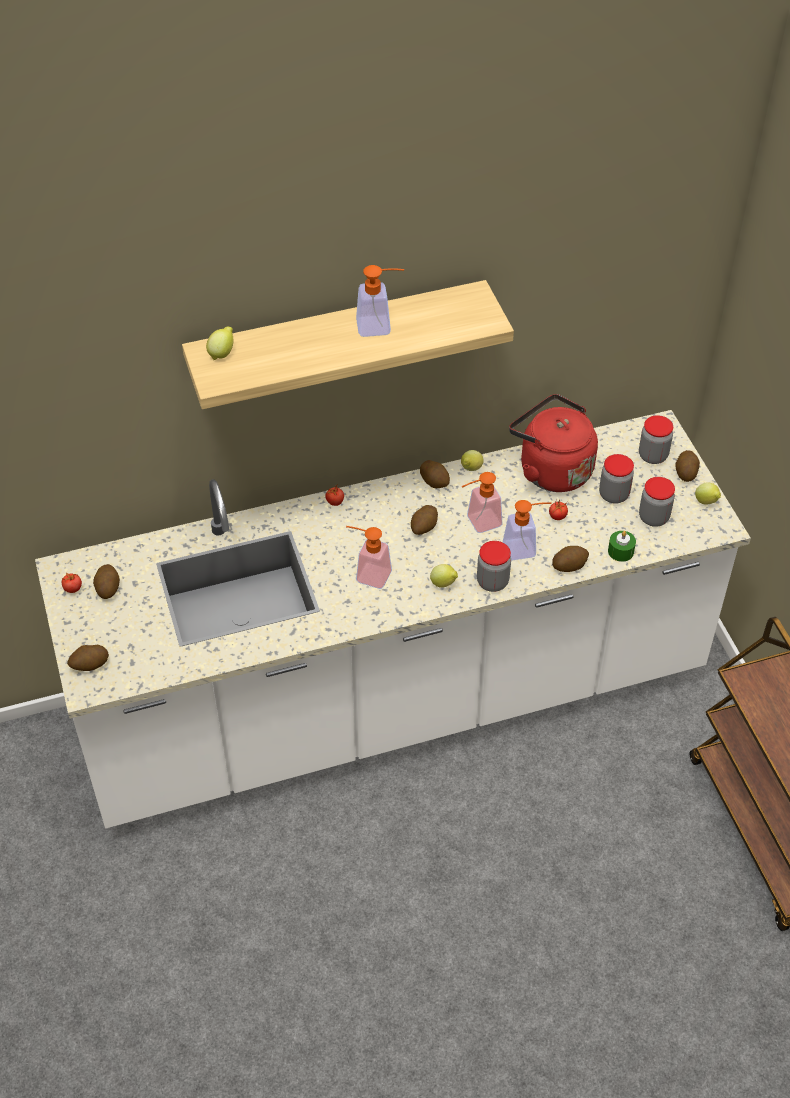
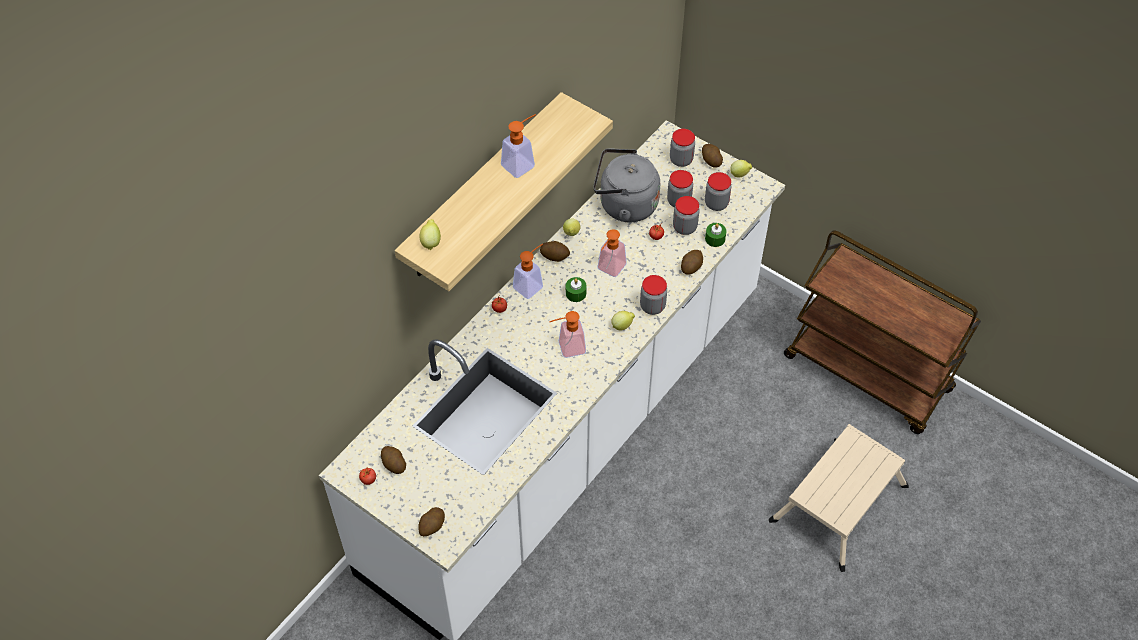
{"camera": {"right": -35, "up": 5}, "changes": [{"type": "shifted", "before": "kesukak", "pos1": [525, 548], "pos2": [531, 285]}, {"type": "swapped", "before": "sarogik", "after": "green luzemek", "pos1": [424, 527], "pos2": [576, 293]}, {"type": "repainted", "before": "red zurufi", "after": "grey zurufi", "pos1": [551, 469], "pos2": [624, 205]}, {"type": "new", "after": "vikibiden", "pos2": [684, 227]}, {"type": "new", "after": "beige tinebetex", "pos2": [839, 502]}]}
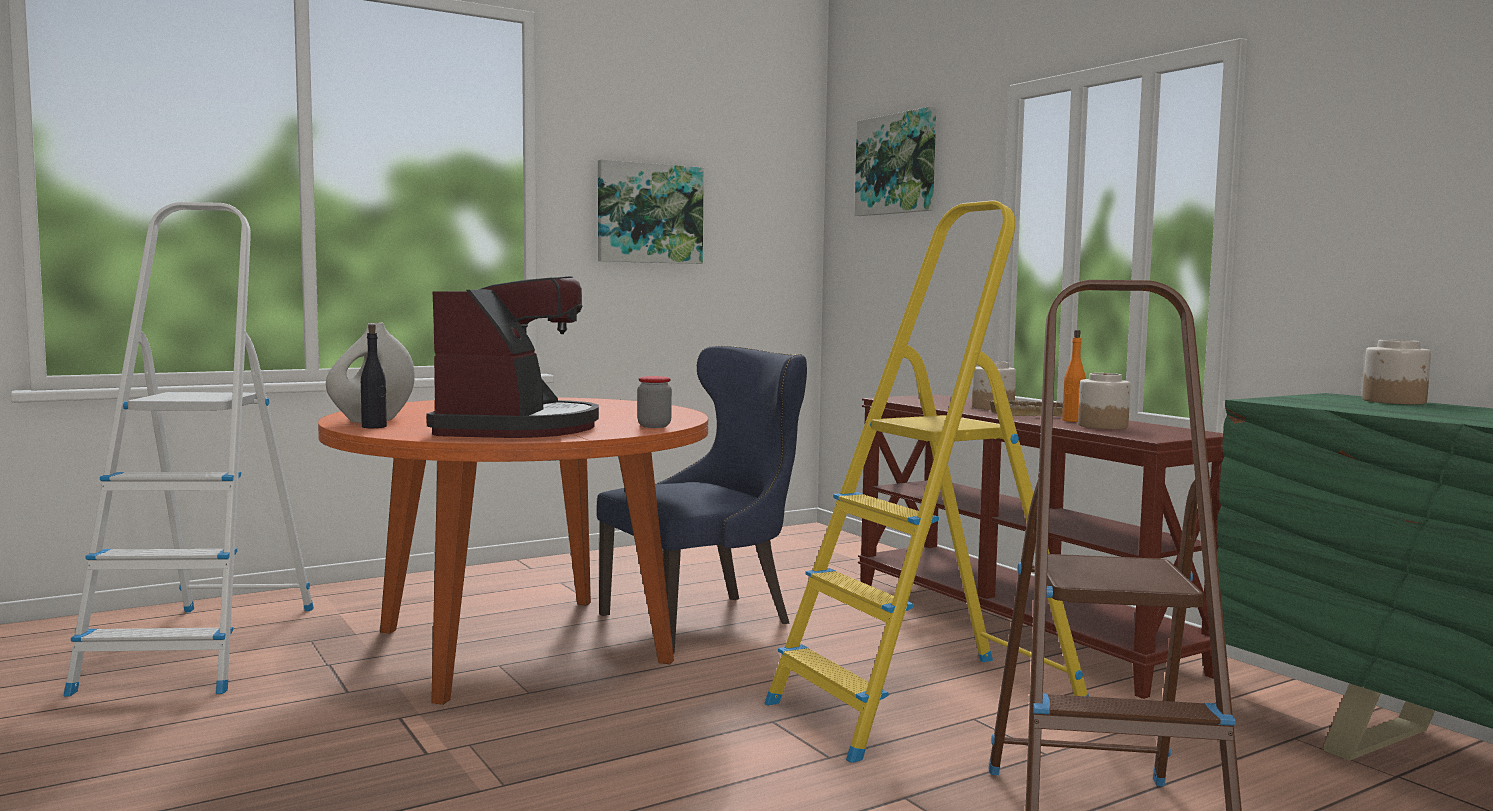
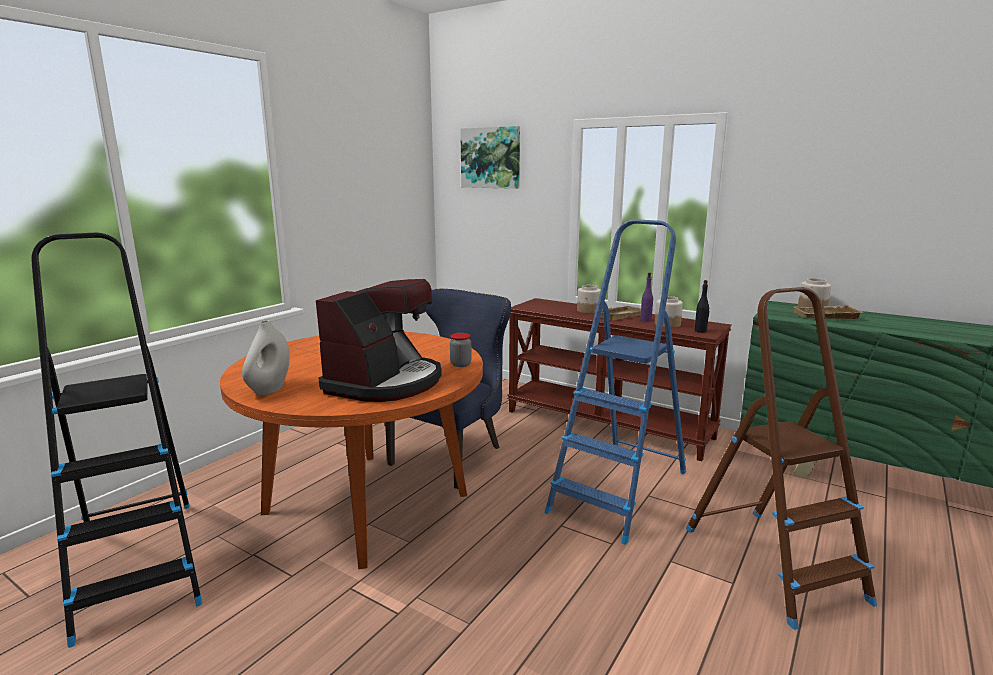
{"camera": {"right": -25, "up": 10}, "changes": [{"type": "repainted", "before": "white tinebetex", "after": "black tinebetex", "pos1": [203, 647], "pos2": [139, 564]}, {"type": "rotated", "before": "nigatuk", "pos1": [517, 428], "pos2": [385, 383], "turn": 45}, {"type": "repainted", "before": "yellow tinebetex", "after": "blue tinebetex", "pos1": [926, 704], "pos2": [619, 491]}, {"type": "repainted", "before": "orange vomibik", "after": "purple vomibik", "pos1": [1072, 420], "pos2": [645, 320]}, {"type": "shifted", "before": "black vomibik", "pos1": [374, 427], "pos2": [700, 331]}, {"type": "new", "after": "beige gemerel", "pos2": [826, 317]}, {"type": "gone", "before": "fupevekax", "pos1": [649, 213]}]}
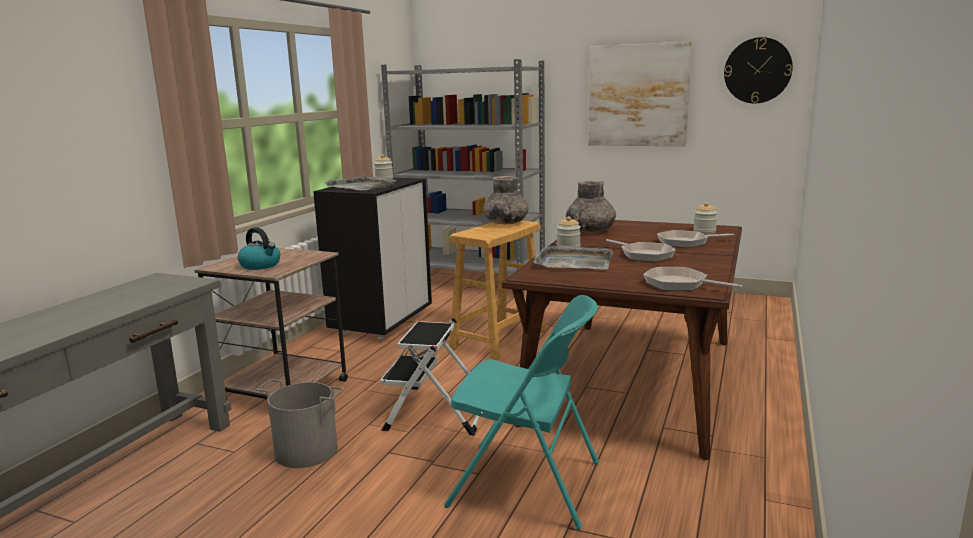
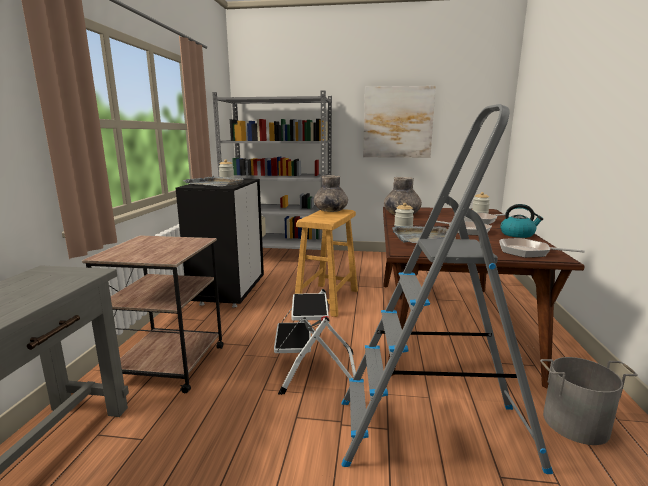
{"camera": {"right": -15, "up": 0}, "changes": [{"type": "swapped", "before": "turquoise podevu", "after": "grey tinebetex", "pos1": [525, 484], "pos2": [433, 434]}, {"type": "shifted", "before": "zurufi", "pos1": [261, 265], "pos2": [518, 234]}, {"type": "shifted", "before": "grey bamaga", "pos1": [306, 451], "pos2": [576, 423]}, {"type": "gone", "before": "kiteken", "pos1": [757, 70]}]}
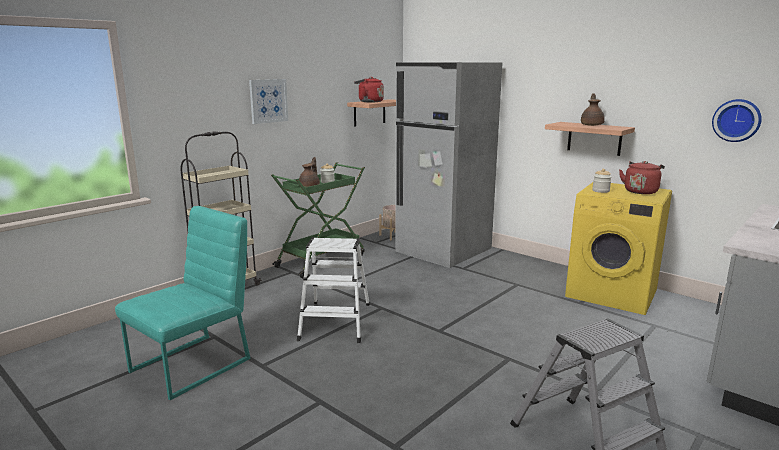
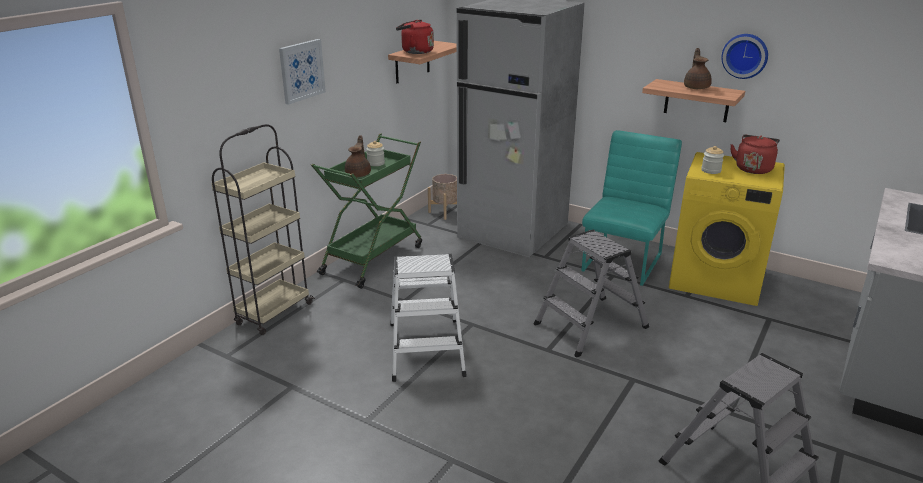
{"camera": {"right": -10, "up": 10}, "changes": [{"type": "new", "after": "grey tinebetex", "pos2": [591, 325]}, {"type": "shifted", "before": "turquoise podevu", "pos1": [194, 364], "pos2": [623, 261]}, {"type": "shifted", "before": "kiteken", "pos1": [737, 120], "pos2": [745, 55]}]}
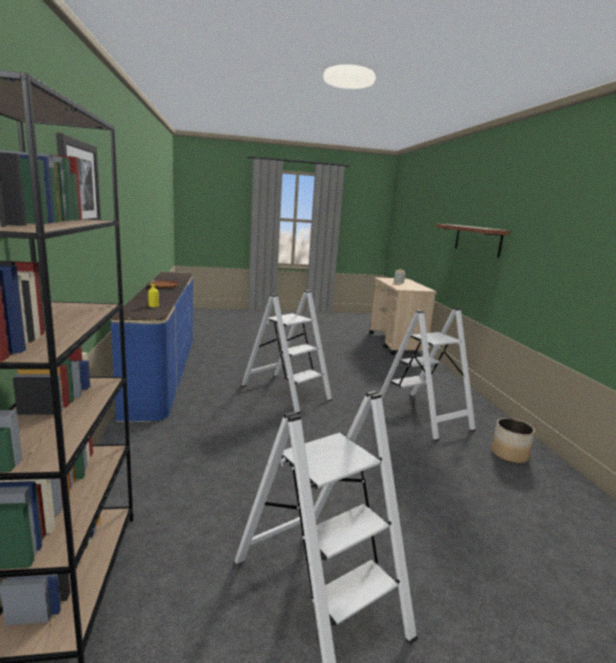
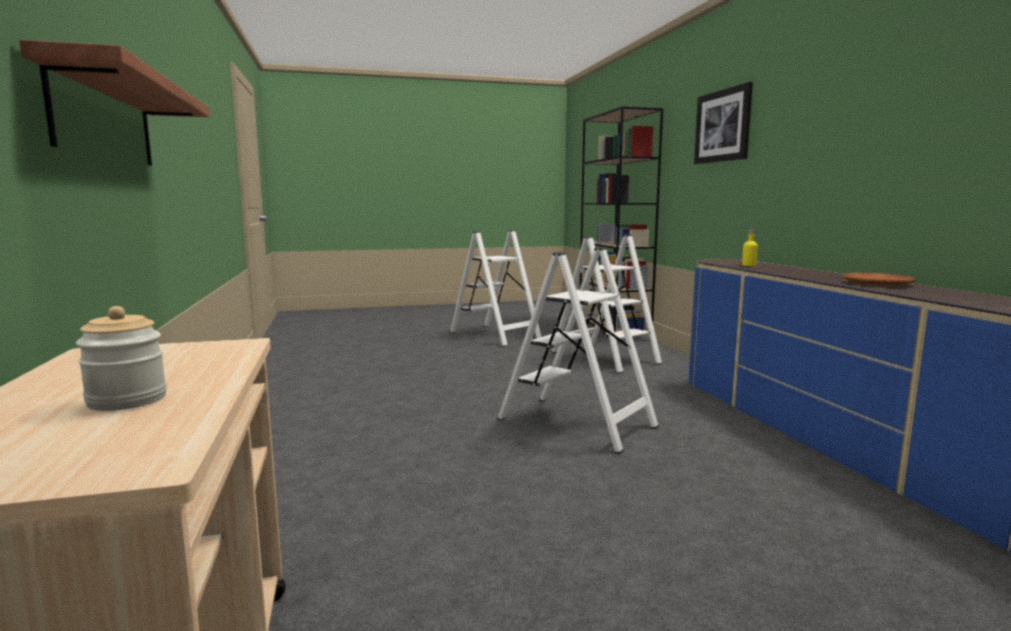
{"camera": {"right": 175, "up": -5}, "changes": [{"type": "shifted", "before": "white tinebetex", "pos1": [423, 416], "pos2": [603, 357]}, {"type": "gone", "before": "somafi", "pos1": [509, 455]}]}
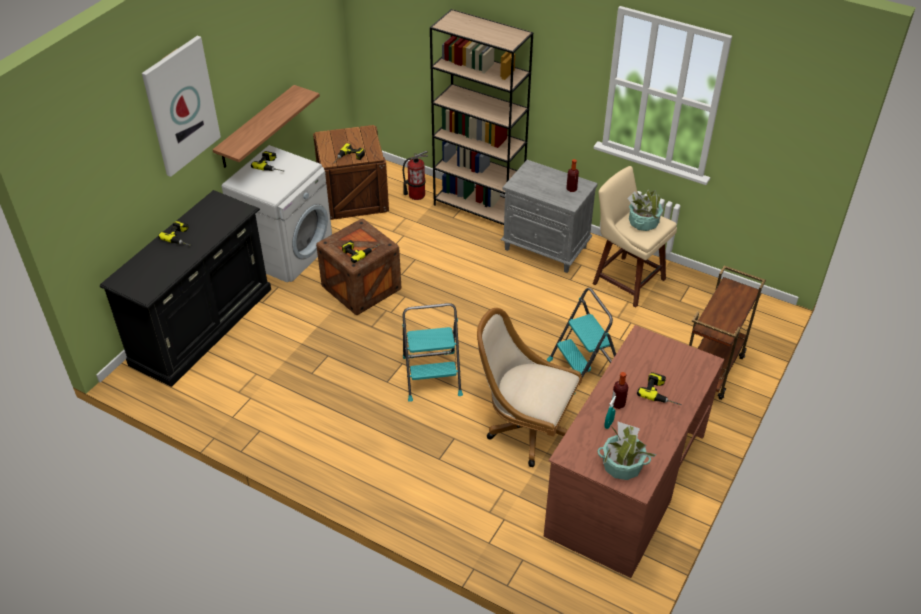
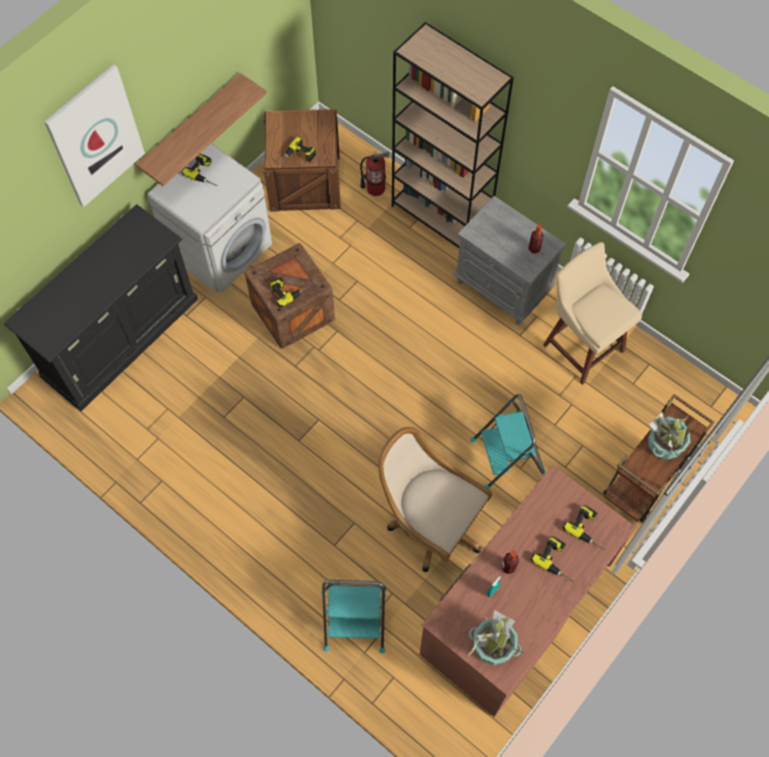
{"camera": {"right": 10, "up": 20}, "changes": [{"type": "shifted", "before": "turquoise tinebetex", "pos1": [432, 373], "pos2": [356, 614]}, {"type": "shifted", "before": "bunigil", "pos1": [182, 237], "pos2": [589, 529]}, {"type": "shifted", "before": "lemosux", "pos1": [643, 222], "pos2": [665, 443]}]}
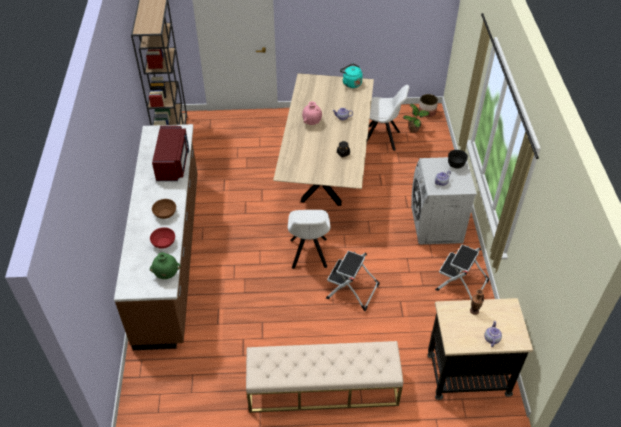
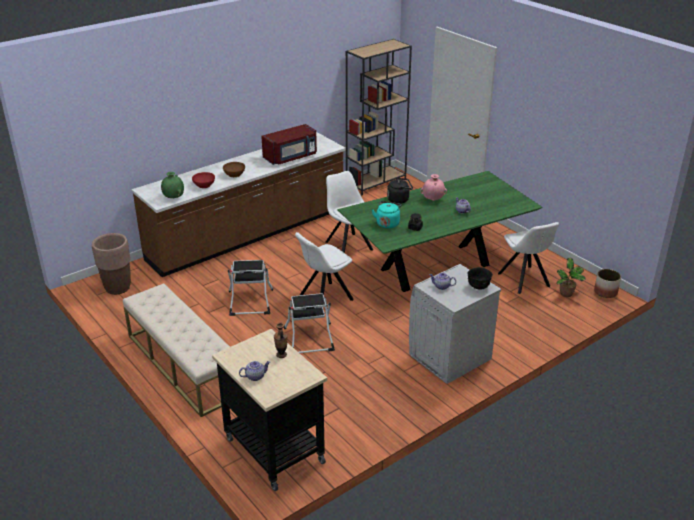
{"camera": {"right": 55, "up": -15}, "changes": [{"type": "new", "after": "brown somafi", "pos2": [117, 288]}, {"type": "shifted", "before": "tinebetex", "pos1": [461, 283], "pos2": [250, 301]}, {"type": "new", "after": "white podevu", "pos2": [348, 246]}, {"type": "repainted", "before": "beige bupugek", "after": "green bupugek", "pos1": [326, 171], "pos2": [436, 267]}, {"type": "shifted", "before": "turquoise zurufi", "pos1": [351, 83], "pos2": [387, 223]}, {"type": "new", "after": "black zurufi", "pos2": [399, 199]}]}
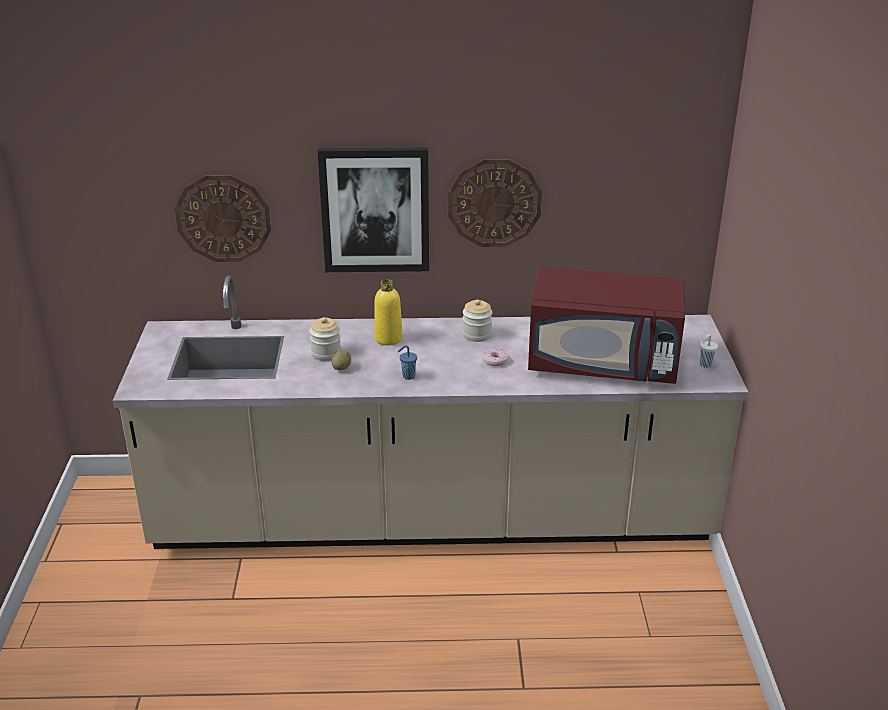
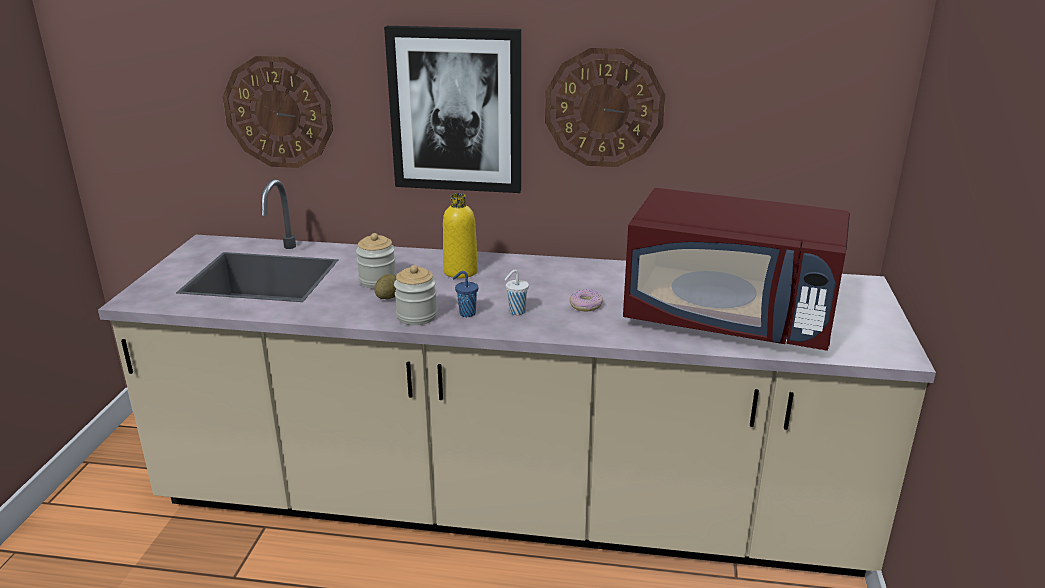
{"camera": {"right": 10, "up": -5}, "changes": [{"type": "shifted", "before": "vikibiden", "pos1": [477, 335], "pos2": [417, 316]}, {"type": "shifted", "before": "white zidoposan", "pos1": [705, 365], "pos2": [516, 312]}]}
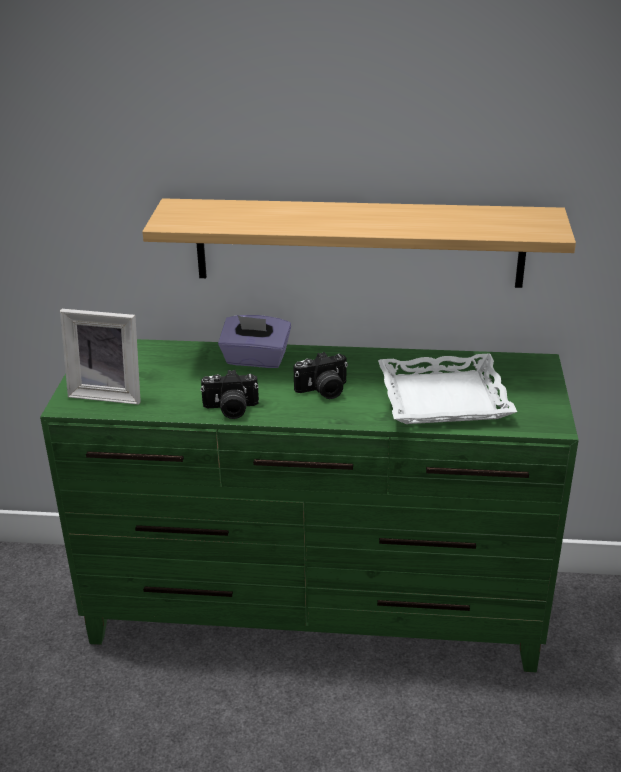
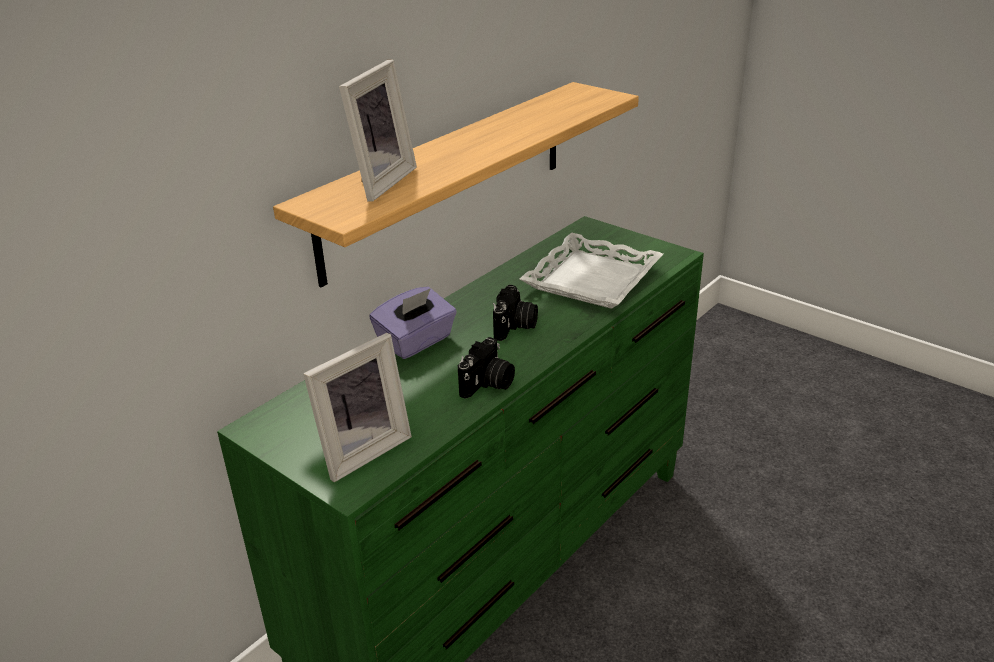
{"camera": {"right": -55, "up": 0}, "changes": [{"type": "new", "after": "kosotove", "pos2": [378, 182]}]}
